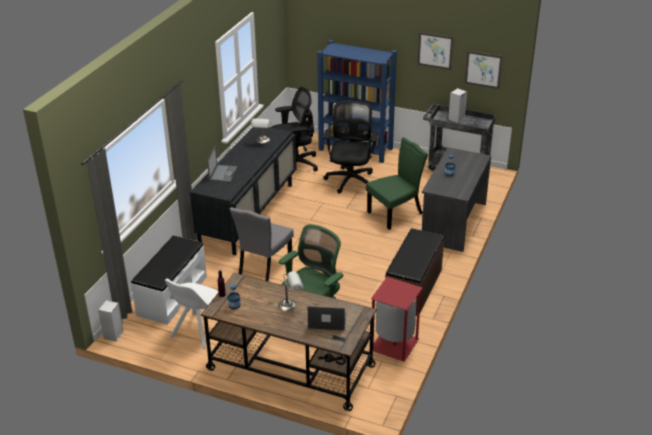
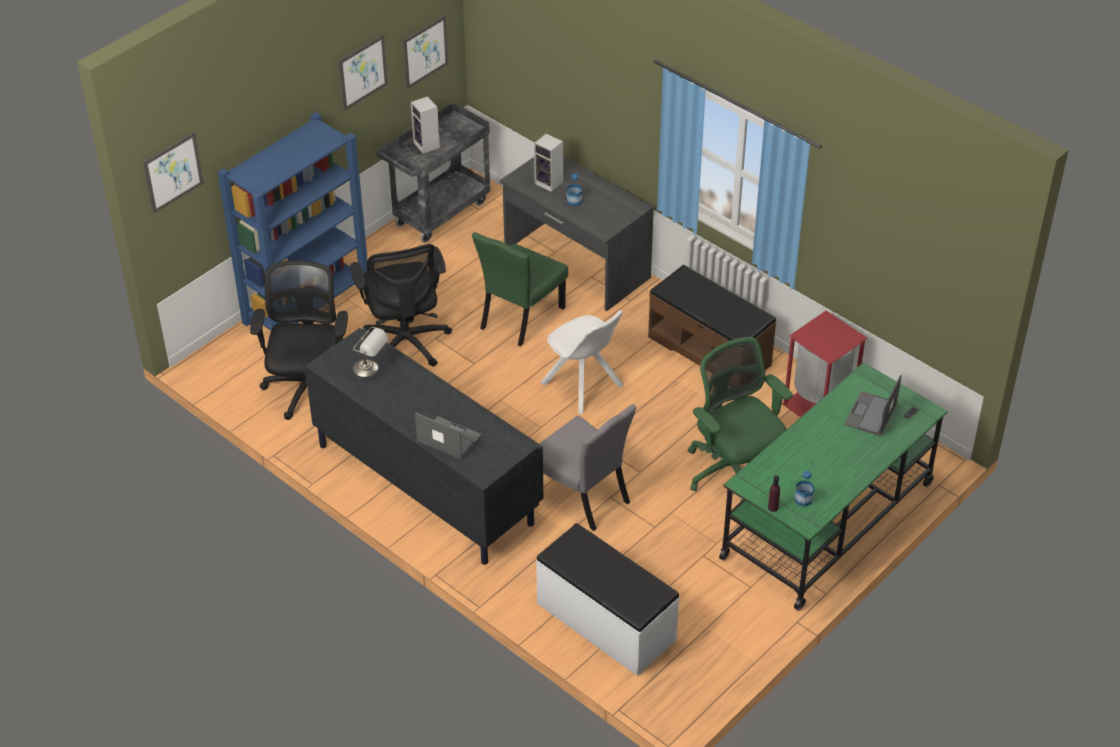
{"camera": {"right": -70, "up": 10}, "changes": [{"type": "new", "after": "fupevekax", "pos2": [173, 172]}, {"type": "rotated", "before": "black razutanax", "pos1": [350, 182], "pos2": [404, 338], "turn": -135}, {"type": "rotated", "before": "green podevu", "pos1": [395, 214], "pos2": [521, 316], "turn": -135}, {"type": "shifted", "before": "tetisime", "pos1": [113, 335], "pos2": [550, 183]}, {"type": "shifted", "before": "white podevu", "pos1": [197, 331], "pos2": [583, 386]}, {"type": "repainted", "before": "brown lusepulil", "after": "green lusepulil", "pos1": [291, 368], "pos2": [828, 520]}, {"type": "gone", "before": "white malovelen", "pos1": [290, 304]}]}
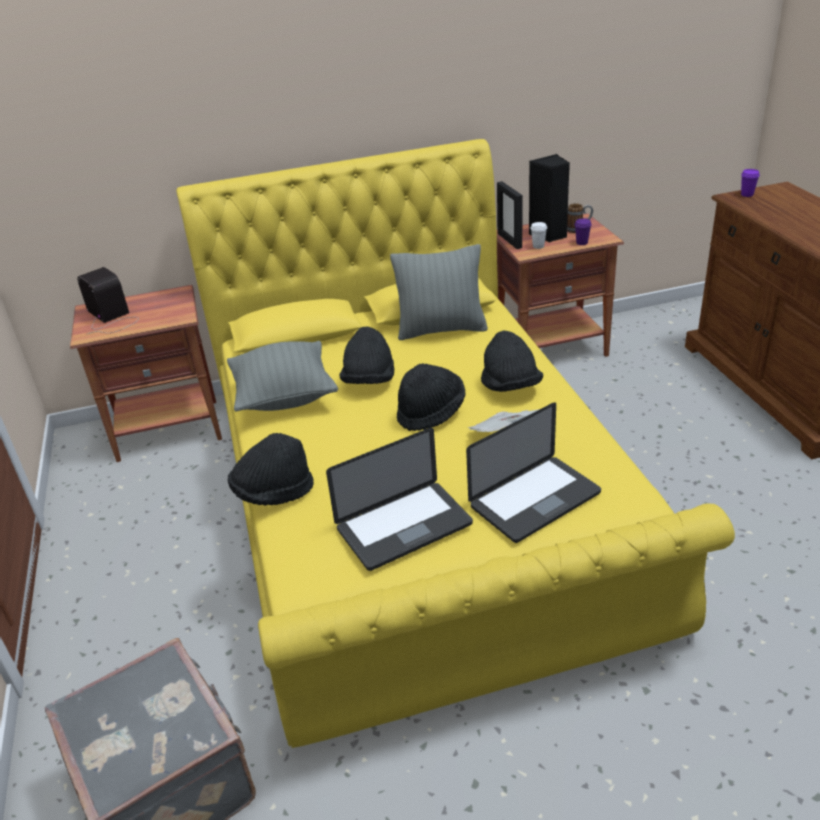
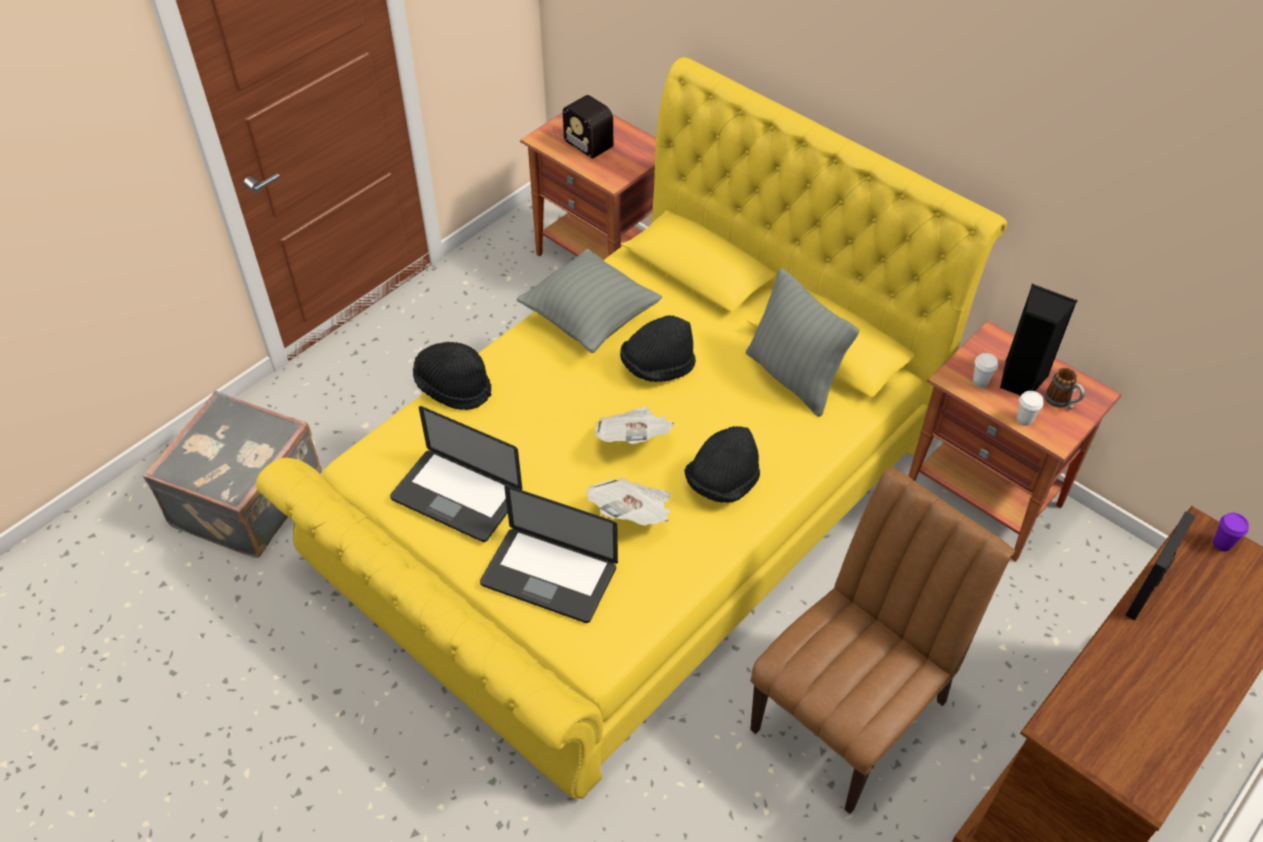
{"camera": {"right": 55, "up": 15}, "changes": [{"type": "rotated", "before": "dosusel", "pos1": [111, 318], "pos2": [580, 135], "turn": 120}, {"type": "swapped", "before": "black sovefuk", "after": "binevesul", "pos1": [431, 413], "pos2": [633, 439]}, {"type": "new", "after": "brown podevu", "pos2": [849, 718]}, {"type": "repainted", "before": "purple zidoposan", "after": "white zidoposan", "pos1": [582, 243], "pos2": [1024, 419]}, {"type": "shifted", "before": "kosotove", "pos1": [510, 240], "pos2": [1146, 592]}]}
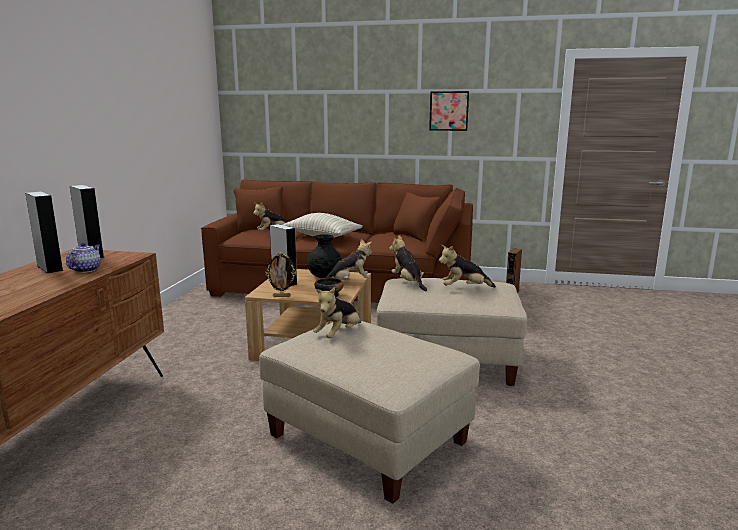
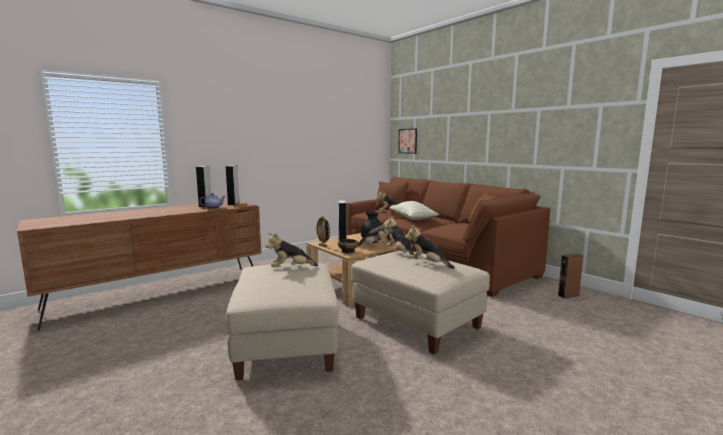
{"camera": {"right": 40, "up": -5}, "changes": [{"type": "rotated", "before": "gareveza", "pos1": [408, 282], "pos2": [400, 253], "turn": -45}, {"type": "shifted", "before": "fupevekax", "pos1": [449, 111], "pos2": [407, 141]}]}
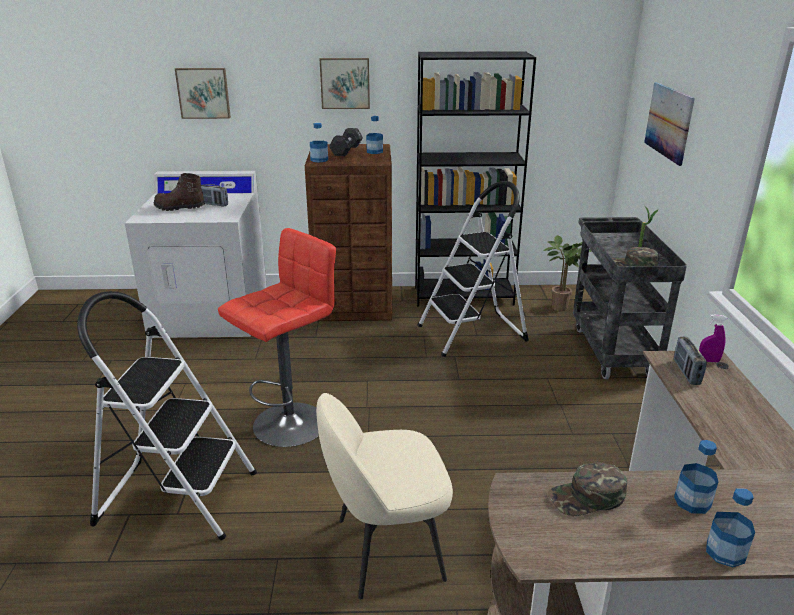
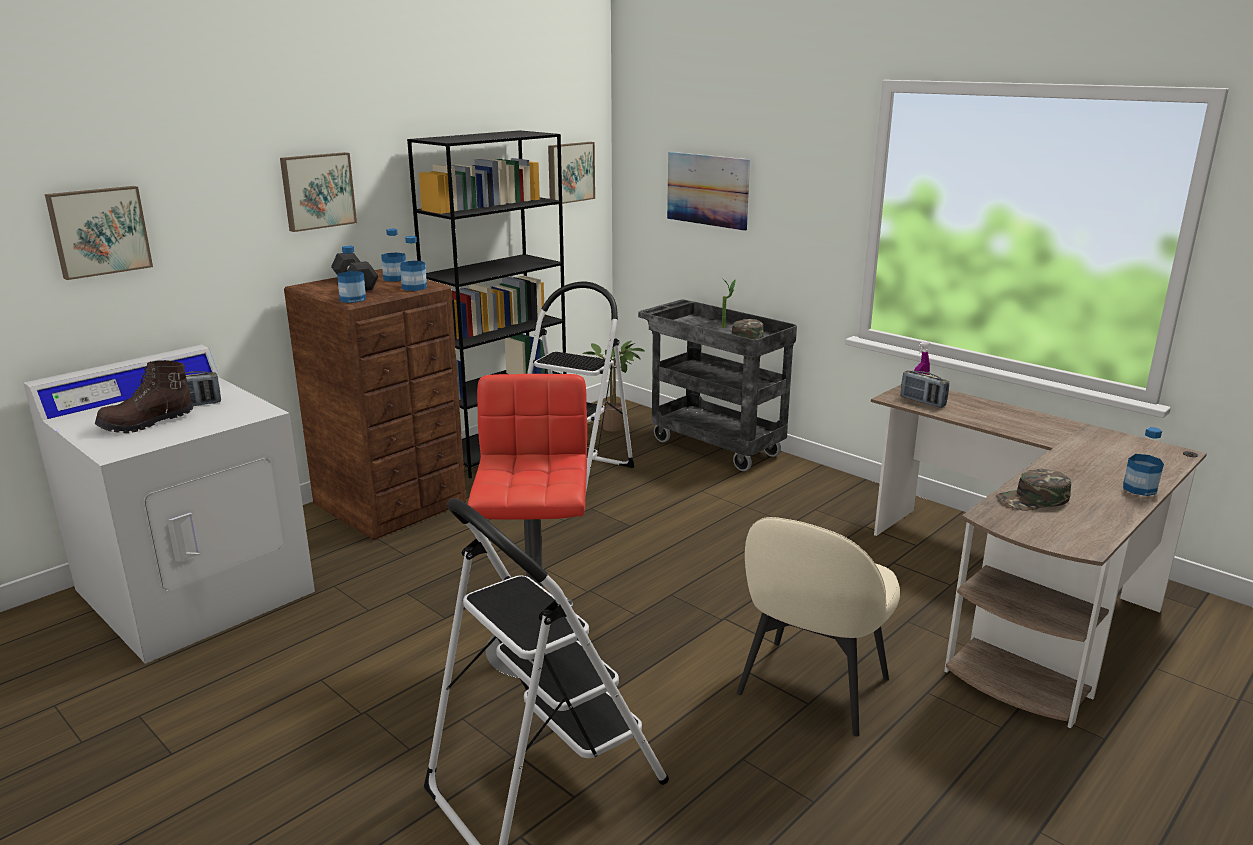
{"camera": {"right": -45, "up": -5}, "changes": [{"type": "shifted", "before": "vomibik", "pos1": [692, 501], "pos2": [414, 288]}, {"type": "new", "after": "fupevekax", "pos2": [569, 172]}, {"type": "rotated", "before": "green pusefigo", "pos1": [587, 497], "pos2": [1033, 499], "turn": 45}]}
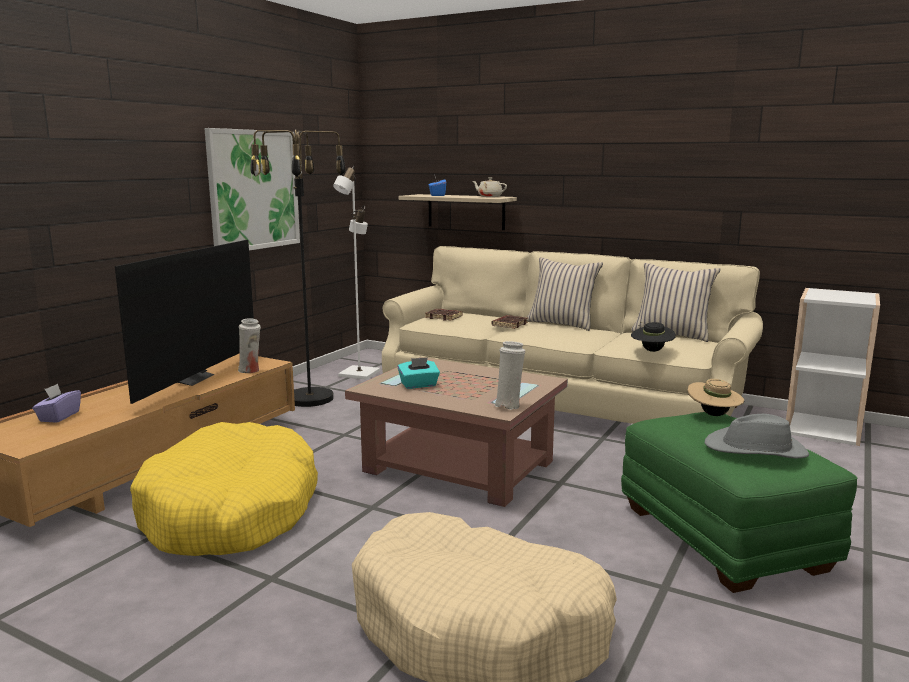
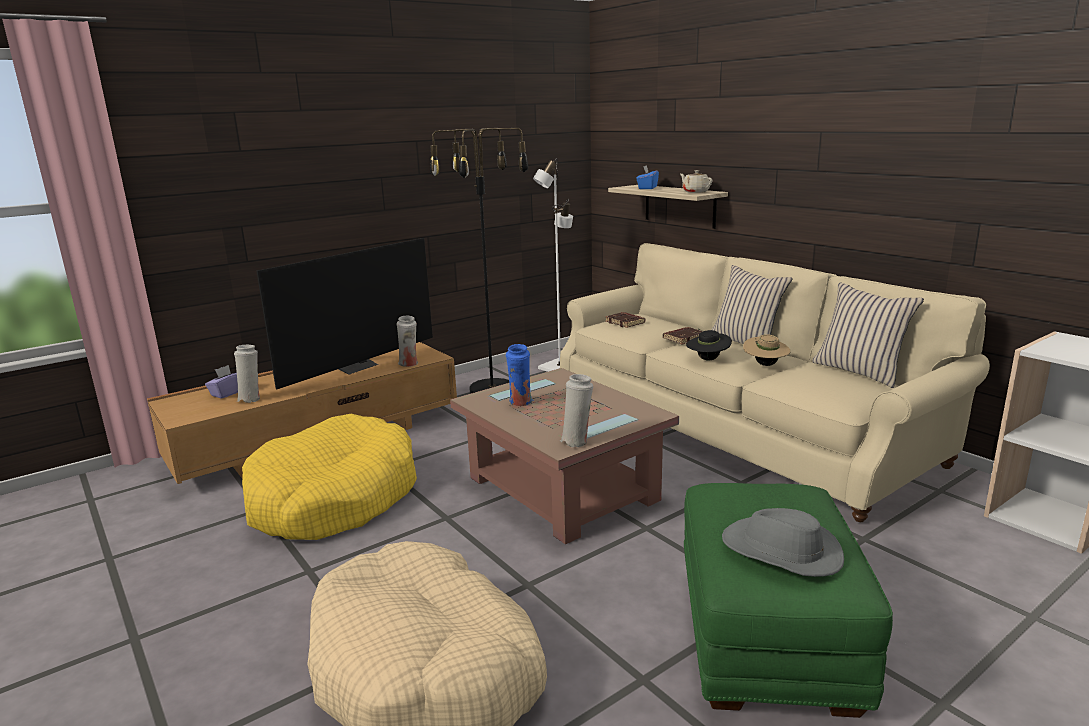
{"camera": {"right": 25, "up": 5}, "changes": [{"type": "new", "after": "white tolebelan", "pos2": [251, 399]}, {"type": "swapped", "before": "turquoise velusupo", "after": "blue tolebelan", "pos1": [419, 385], "pos2": [520, 403]}, {"type": "shifted", "before": "black sovefuk", "pos1": [651, 351], "pos2": [707, 359]}, {"type": "shifted", "before": "beige sovefuk", "pos1": [713, 415], "pos2": [765, 365]}, {"type": "gone", "before": "fupevekax", "pos1": [254, 190]}]}
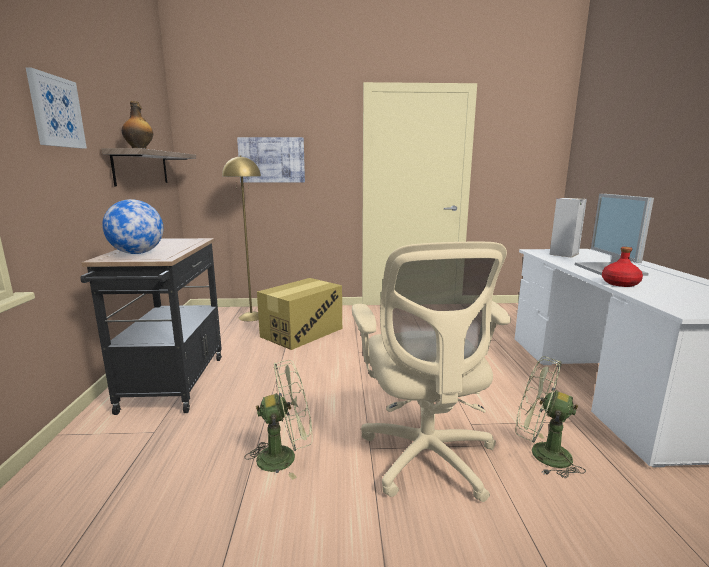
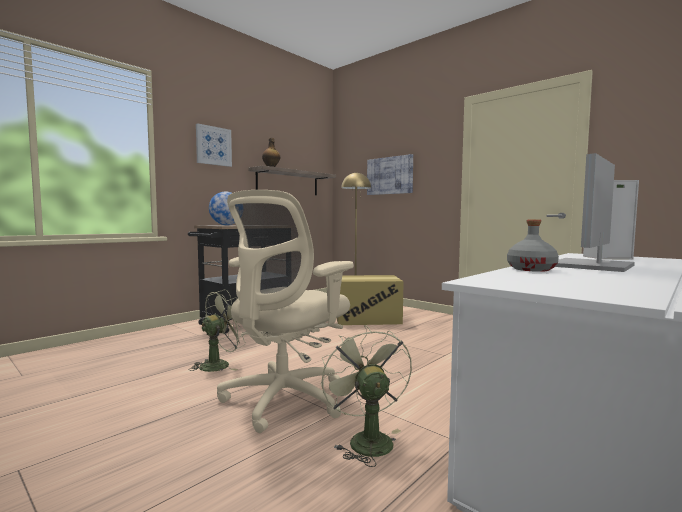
{"camera": {"right": 45, "up": -10}, "changes": [{"type": "rotated", "before": "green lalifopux", "pos1": [285, 456], "pos2": [220, 364], "turn": -75}, {"type": "repainted", "before": "red vomibik", "after": "grey vomibik", "pos1": [619, 283], "pos2": [531, 269]}]}
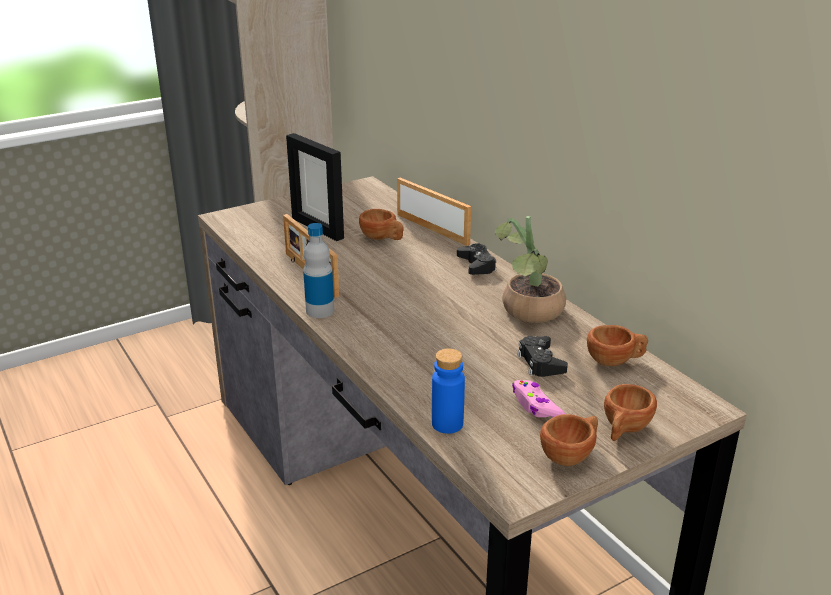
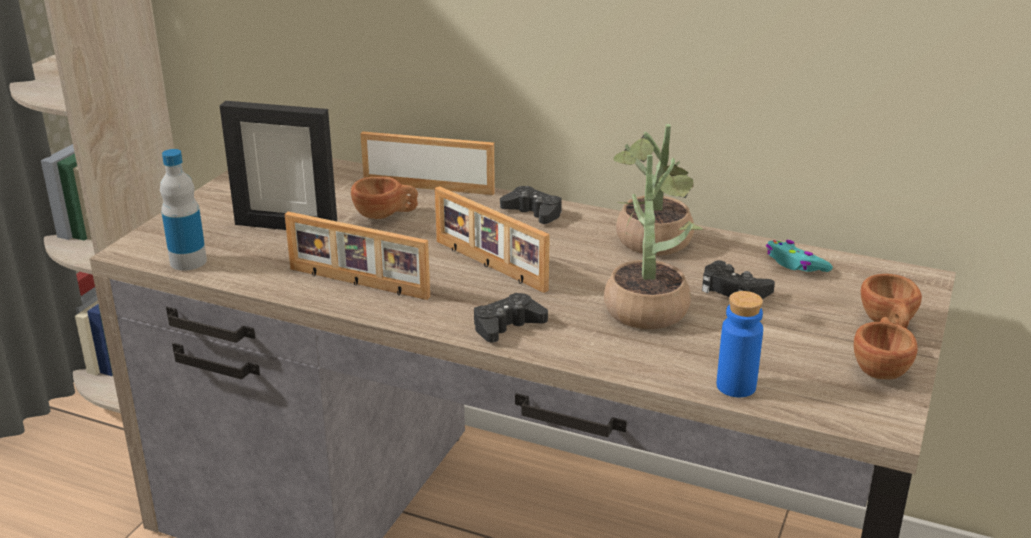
{"camera": {"right": -35, "up": 0}, "changes": [{"type": "shifted", "before": "vomibik", "pos1": [320, 311], "pos2": [188, 261]}, {"type": "new", "after": "kosotove", "pos2": [488, 266]}, {"type": "new", "after": "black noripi", "pos2": [507, 326]}, {"type": "new", "after": "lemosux", "pos2": [646, 305]}, {"type": "swapped", "before": "brown zidoposan", "after": "turquoise noripi", "pos1": [615, 361], "pos2": [795, 264]}, {"type": "gone", "before": "pink noripi", "pos1": [536, 406]}]}
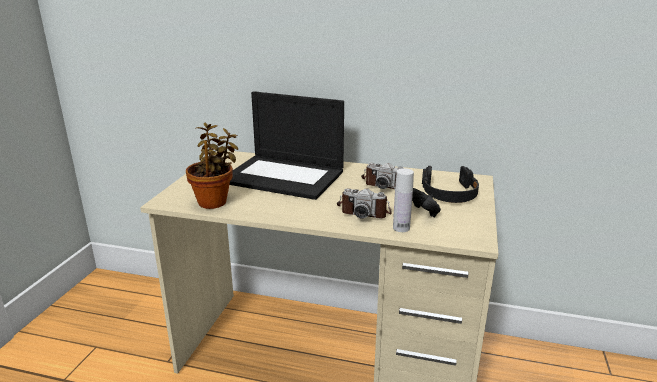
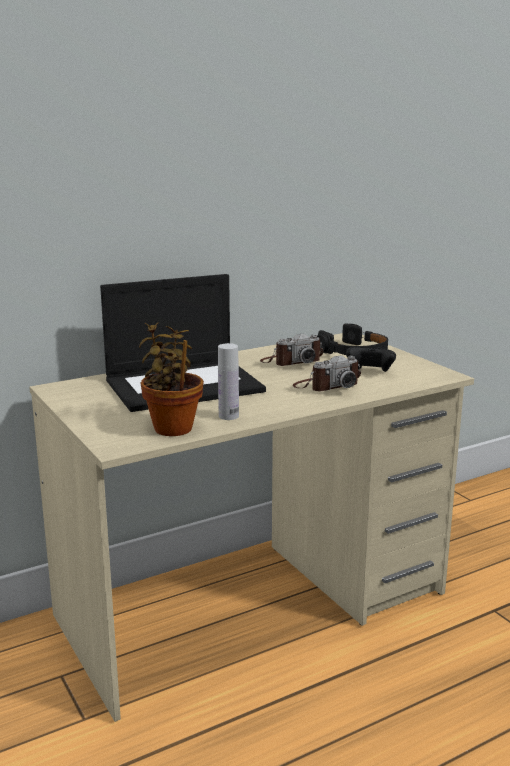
{"camera": {"right": -45, "up": -5}, "changes": [{"type": "shifted", "before": "white vomibik", "pos1": [401, 228], "pos2": [228, 416]}]}
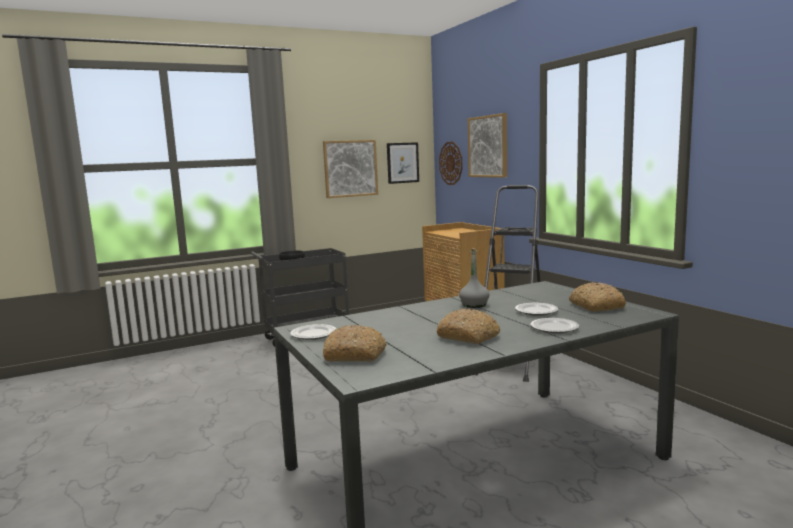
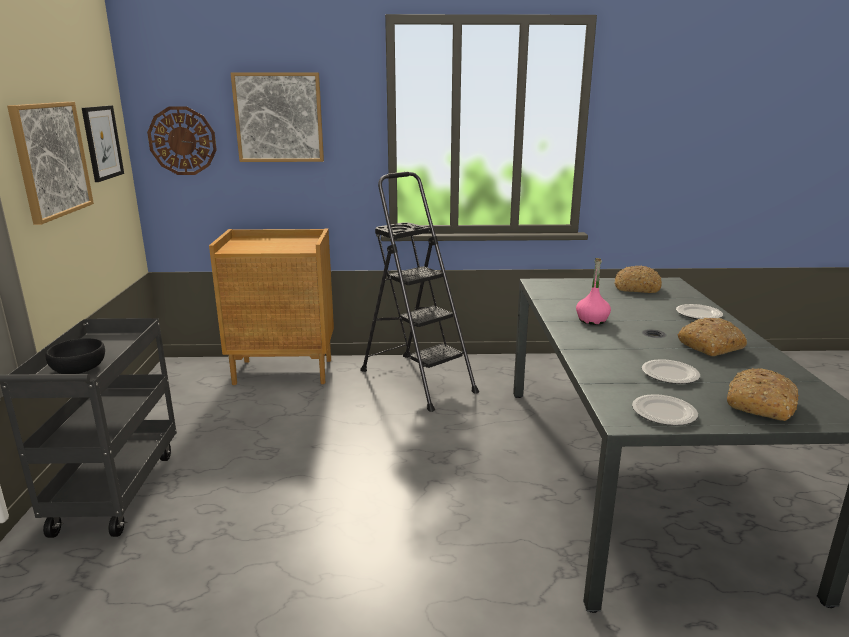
{"camera": {"right": -65, "up": 10}, "changes": [{"type": "repainted", "before": "grey vomibik", "after": "pink vomibik", "pos1": [474, 305], "pos2": [592, 320]}, {"type": "shifted", "before": "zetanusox", "pos1": [536, 311], "pos2": [670, 375]}]}
